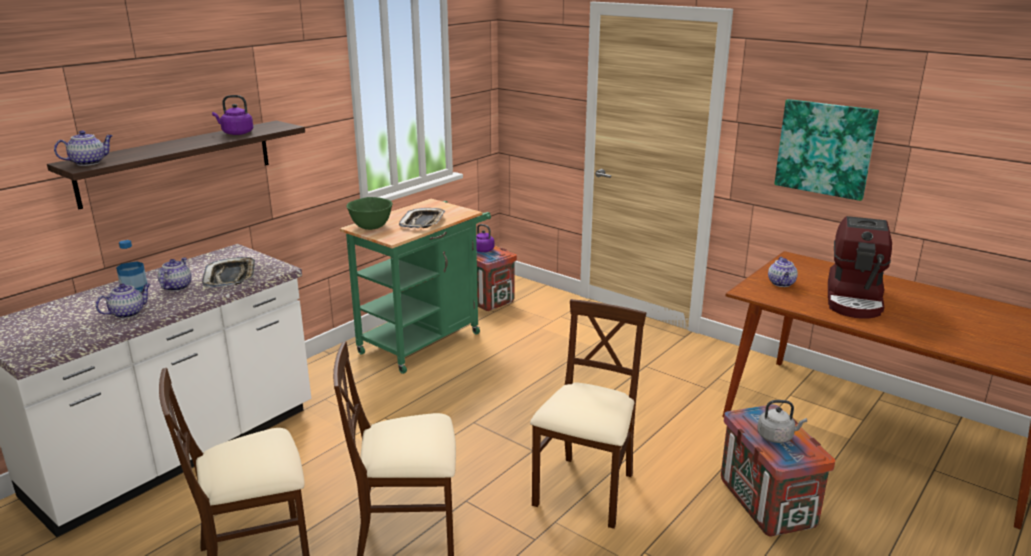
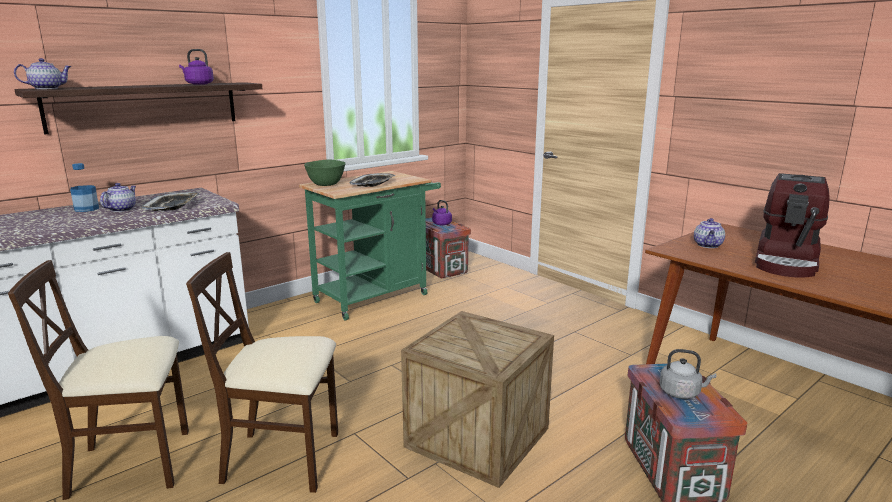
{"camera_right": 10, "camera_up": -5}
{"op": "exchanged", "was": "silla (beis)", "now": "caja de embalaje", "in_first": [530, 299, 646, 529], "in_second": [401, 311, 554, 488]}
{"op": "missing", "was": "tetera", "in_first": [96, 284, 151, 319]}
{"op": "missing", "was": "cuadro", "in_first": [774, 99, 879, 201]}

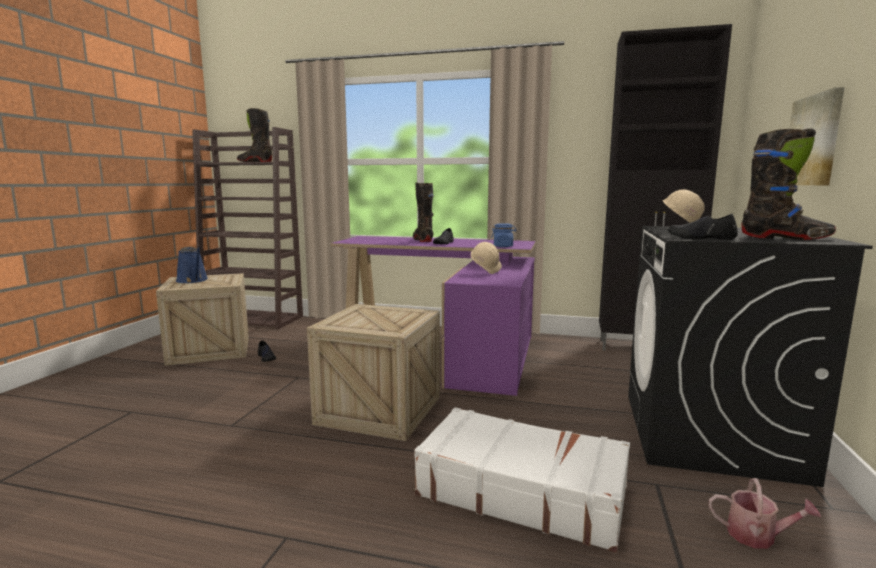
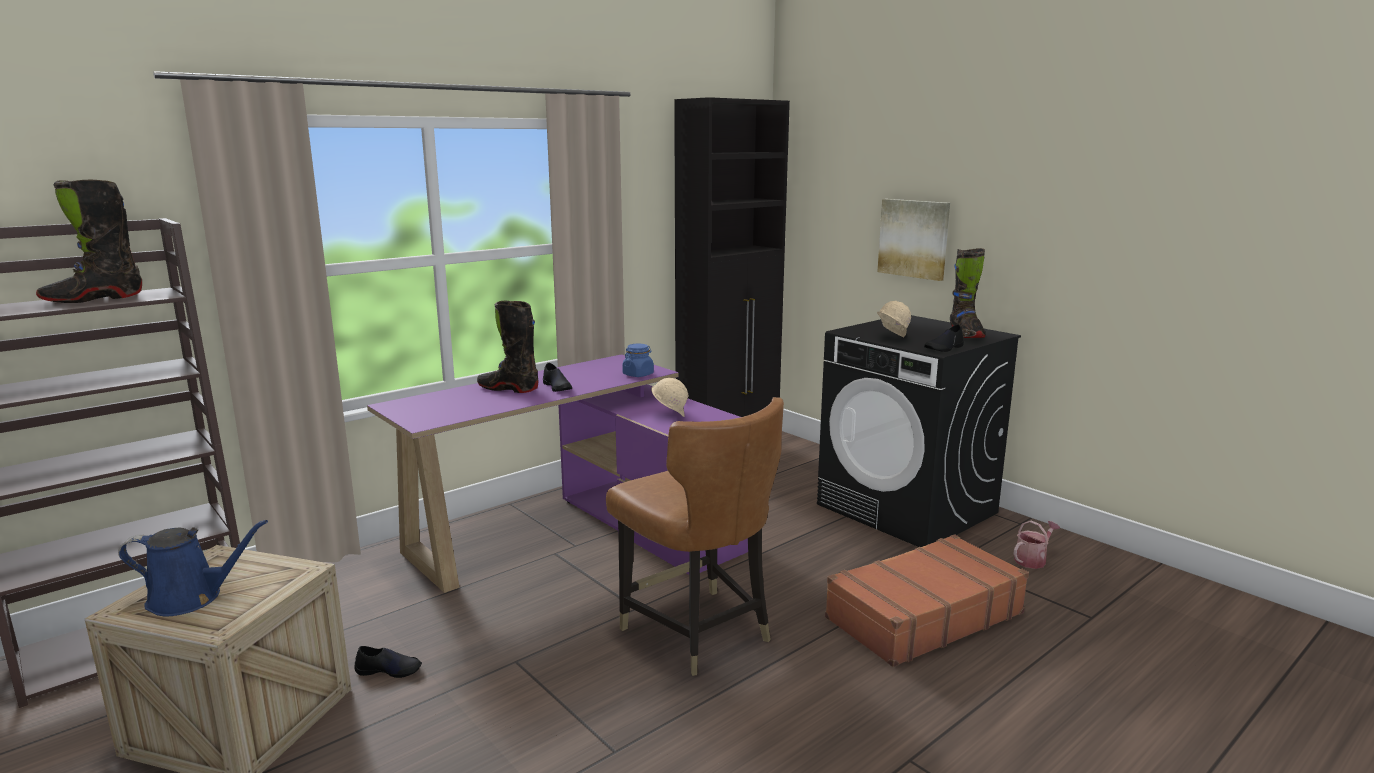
{"camera_right": -55, "camera_up": 5}
{"op": "exchanged", "was": "caja de embalaje", "now": "silla (marrón)", "in_first": [307, 304, 440, 441], "in_second": [606, 397, 784, 676]}
{"op": "colour", "was": "maleta (blanco)", "now": "maleta (marrón)", "in_first": [414, 407, 630, 553], "in_second": [825, 534, 1029, 667]}
{"op": "spun", "was": "bota (negro)", "in_first": [741, 128, 836, 240], "in_second": [950, 248, 985, 338], "clockwise": 120}

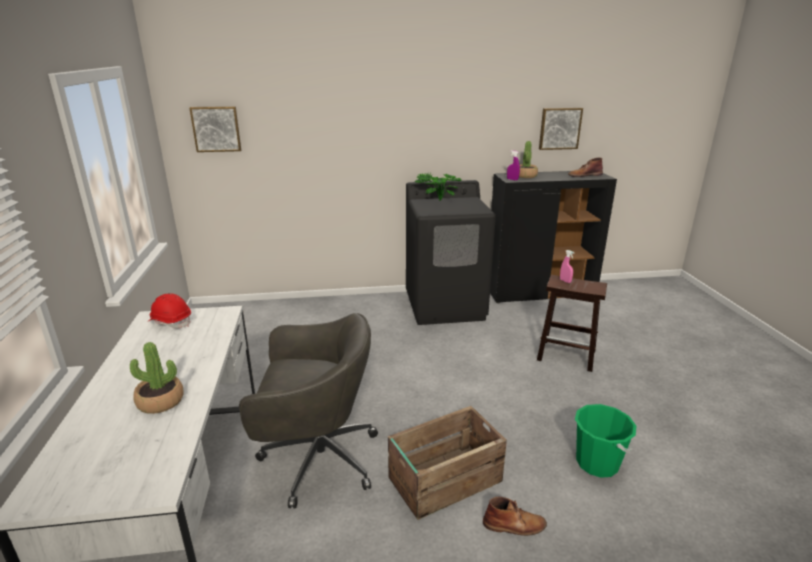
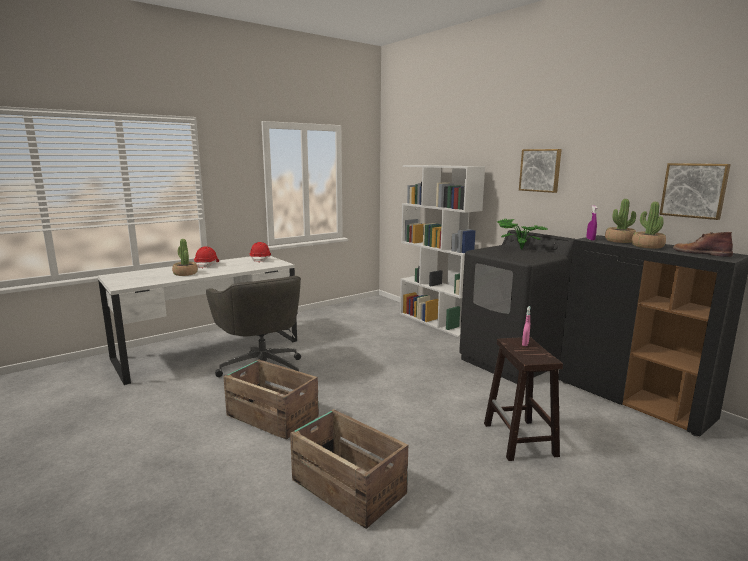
{"camera_right": 60, "camera_up": -10}
{"op": "appeared", "now": "casco (rojo)", "in_second": [194, 247, 219, 269]}
{"op": "exchanged", "was": "cubo (verde)", "now": "caja de embalaje", "in_first": [575, 404, 636, 478], "in_second": [290, 409, 408, 529]}
{"op": "appeared", "now": "estantería (blanco)", "in_second": [400, 165, 485, 337]}
{"op": "relocated", "was": "cuadro", "in_first": [190, 106, 241, 152], "in_second": [519, 149, 562, 193]}
{"op": "appeared", "now": "planta en maceta", "in_second": [632, 202, 666, 249]}
{"op": "missing", "was": "bota (marrón)", "in_first": [483, 497, 547, 536]}

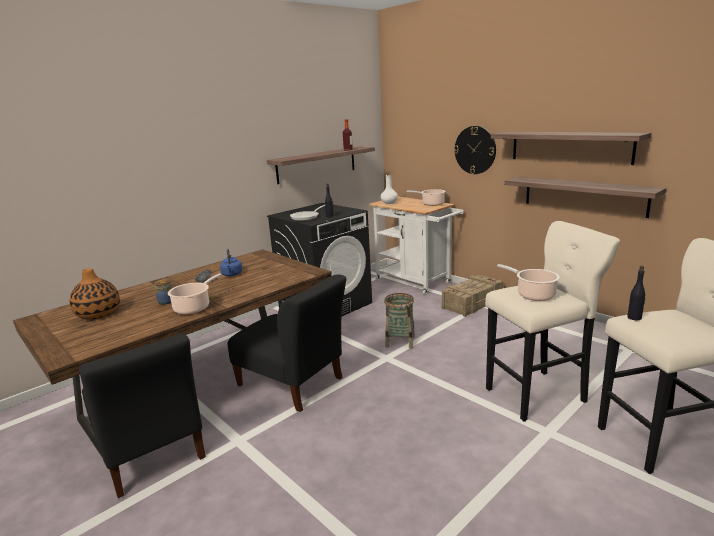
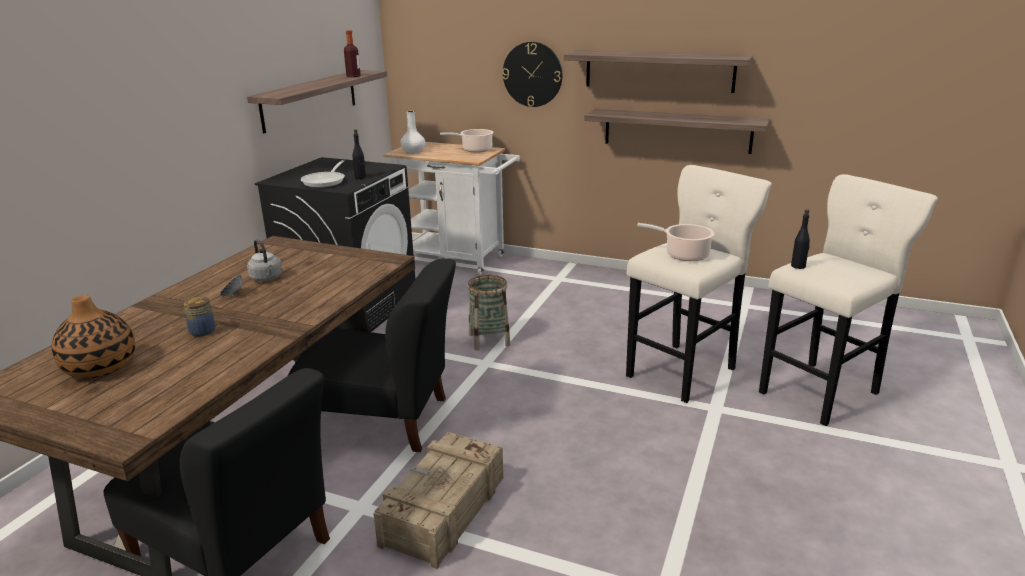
{"camera_right": -25, "camera_up": 5}
{"op": "colour", "was": "hervidor (azul)", "now": "hervidor (gris)", "in_first": [220, 249, 243, 276], "in_second": [247, 239, 282, 281]}
{"op": "relocated", "was": "caja de embalaje", "in_first": [442, 275, 504, 317], "in_second": [373, 432, 503, 569]}
{"op": "missing", "was": "olla", "in_first": [168, 273, 222, 314]}

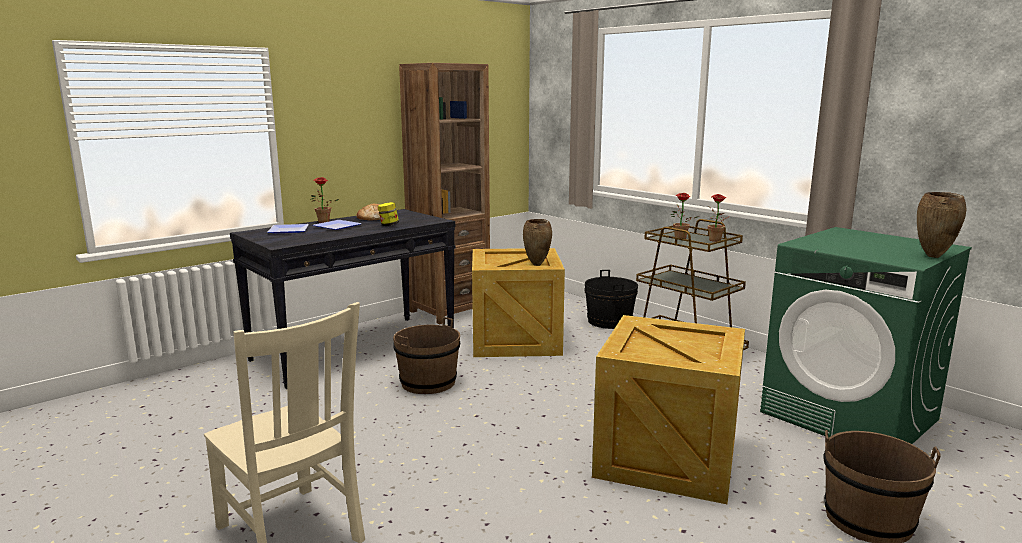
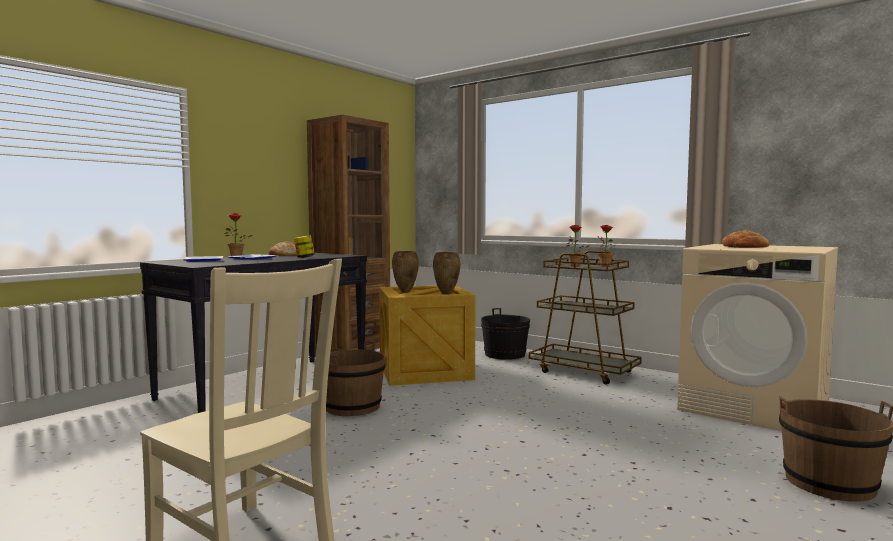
{"camera_right": -10, "camera_up": -10}
{"op": "relocated", "was": "florero (marrón)", "in_first": [917, 192, 966, 258], "in_second": [392, 251, 419, 293]}
{"op": "colour", "was": "lavadora (verde)", "now": "lavadora (beis)", "in_first": [760, 227, 972, 444], "in_second": [677, 244, 838, 431]}
{"op": "appeared", "now": "pan", "in_second": [722, 230, 770, 248]}
{"op": "missing", "was": "caja de embalaje", "in_first": [592, 315, 745, 504]}

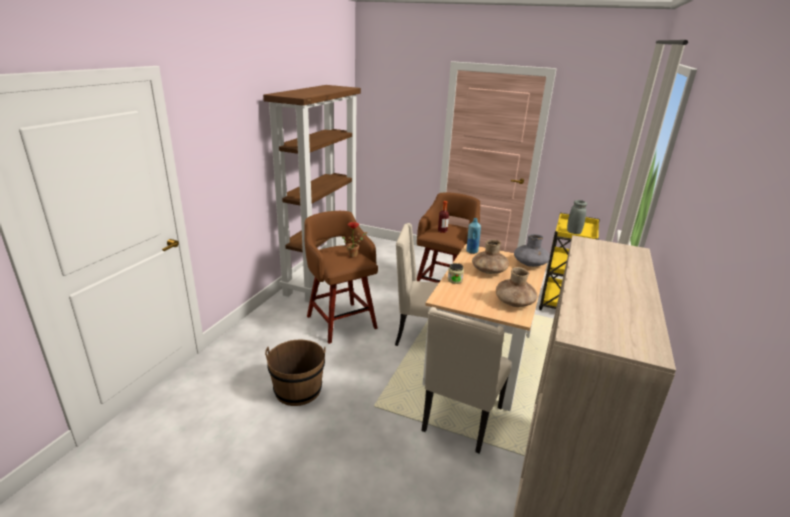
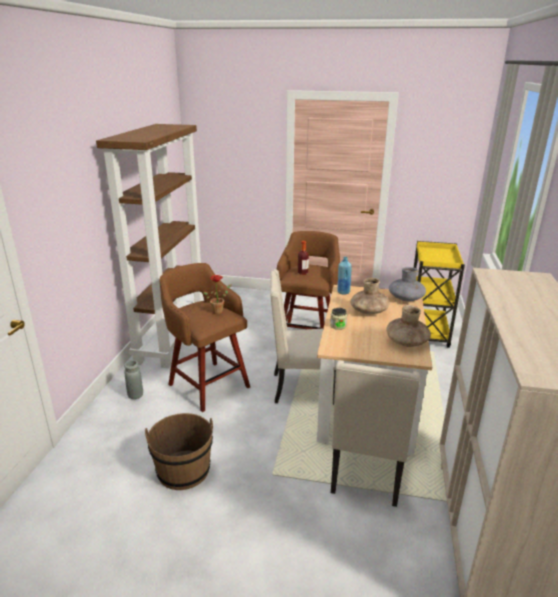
{"camera_right": -10, "camera_up": 0}
{"op": "relocated", "was": "florero (gris)", "in_first": [567, 200, 587, 234], "in_second": [124, 360, 143, 399]}

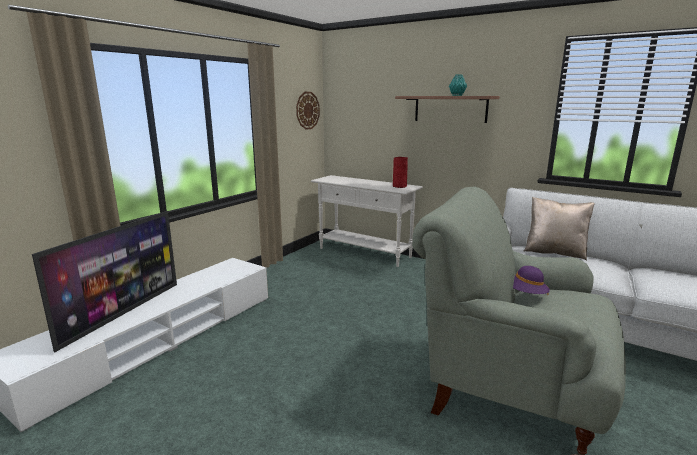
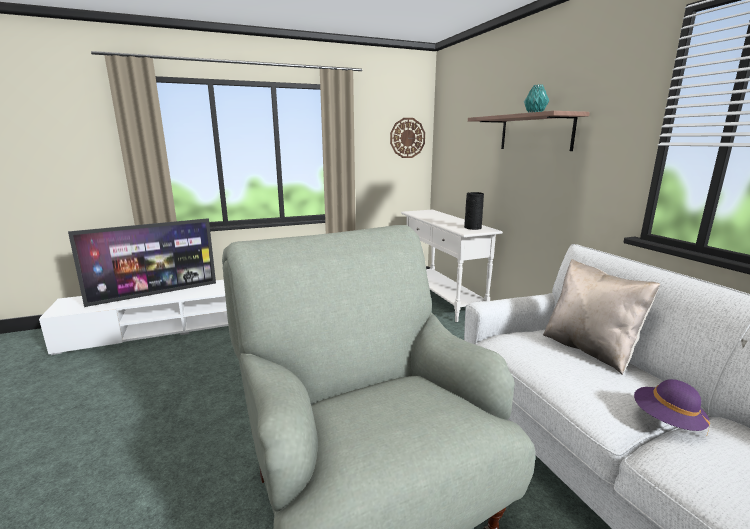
{"camera_right": 35, "camera_up": 0}
{"op": "colour", "was": "florero (rojo)", "now": "florero (negro)", "in_first": [393, 157, 408, 188], "in_second": [464, 192, 484, 230]}
{"op": "relocated", "was": "sombrero (morado)", "in_first": [513, 266, 550, 296], "in_second": [634, 379, 710, 435]}

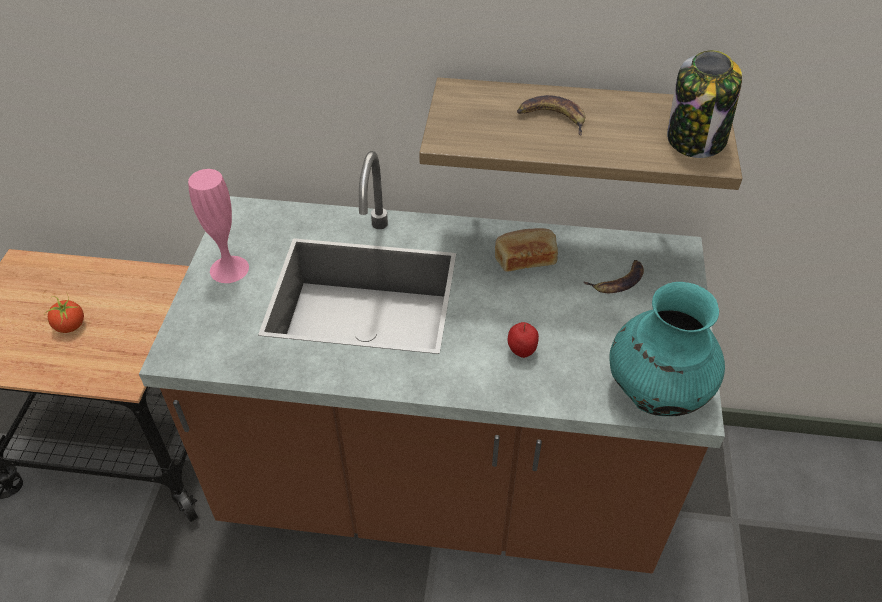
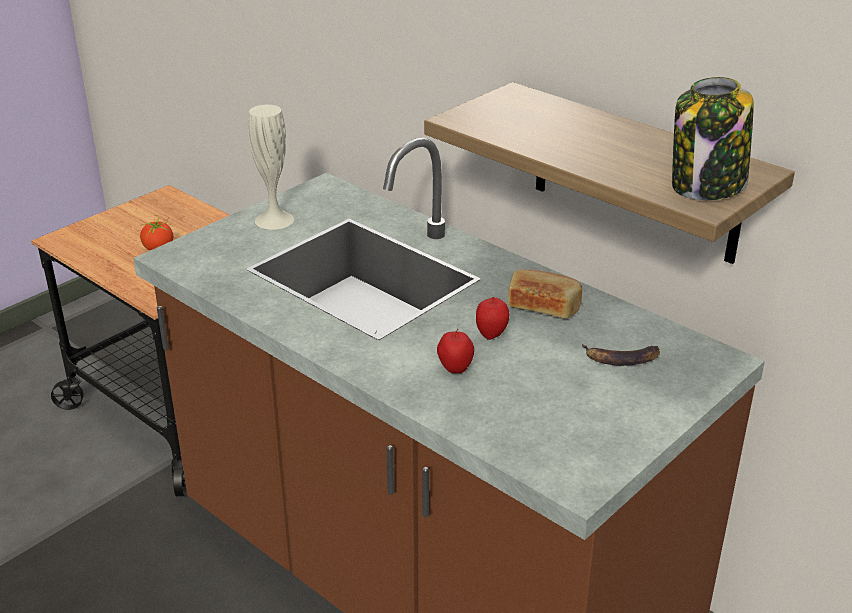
{"camera_right": 35, "camera_up": -15}
{"op": "colour", "was": "florero (rosa)", "now": "florero (blanco)", "in_first": [188, 169, 249, 283], "in_second": [248, 105, 294, 230]}
{"op": "appeared", "now": "manzana", "in_second": [476, 297, 509, 340]}
{"op": "missing", "was": "plátano", "in_first": [517, 95, 585, 135]}
{"op": "missing", "was": "florero (turquesa)", "in_first": [609, 282, 725, 416]}

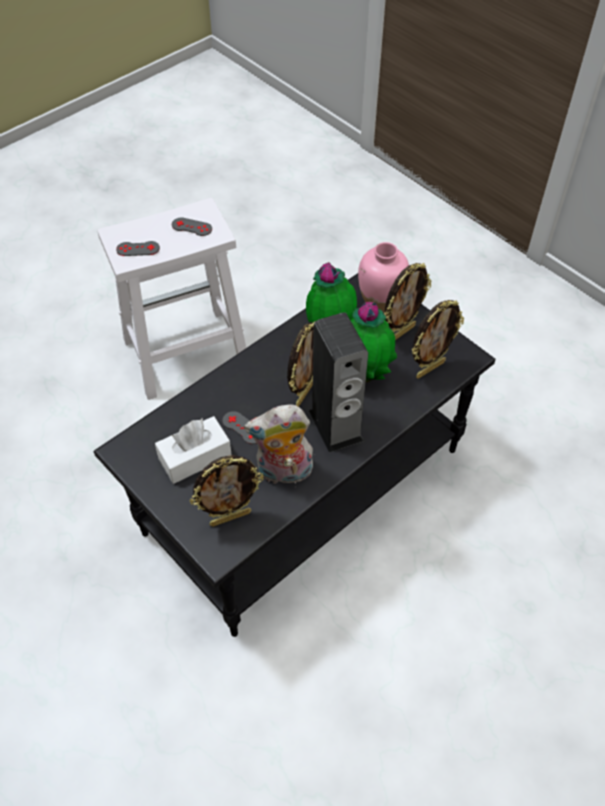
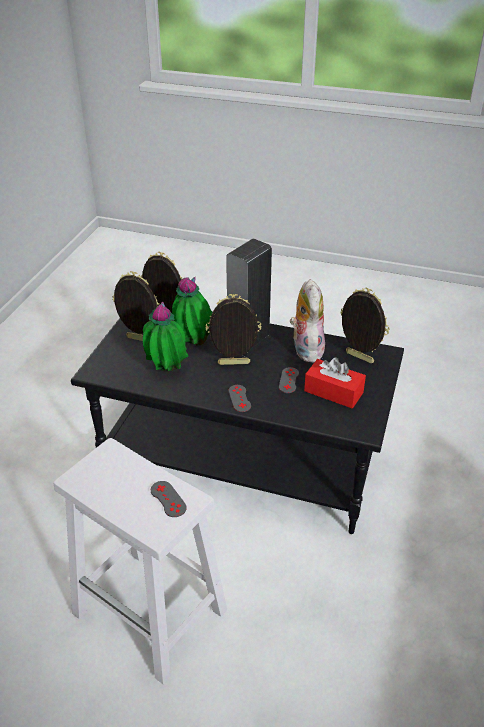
{"camera_right": -120, "camera_up": -15}
{"op": "relocated", "was": "mando de consola (gris)", "in_first": [172, 217, 212, 236], "in_second": [229, 385, 251, 412]}
{"op": "spun", "was": "peluche", "in_first": [244, 404, 314, 484], "in_second": [290, 279, 325, 362], "clockwise": -150}
{"op": "colour", "was": "caja de pañuelos (blanco)", "now": "caja de pañuelos (rojo)", "in_first": [155, 416, 232, 484], "in_second": [304, 357, 366, 408]}
{"op": "missing", "was": "florero (rosa)", "in_first": [358, 242, 409, 313]}

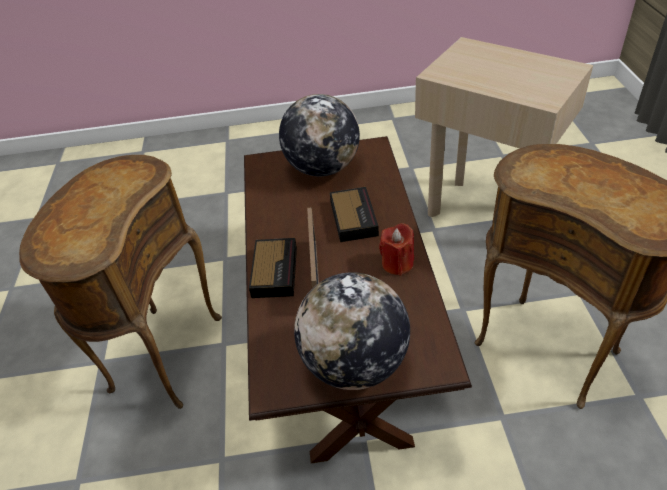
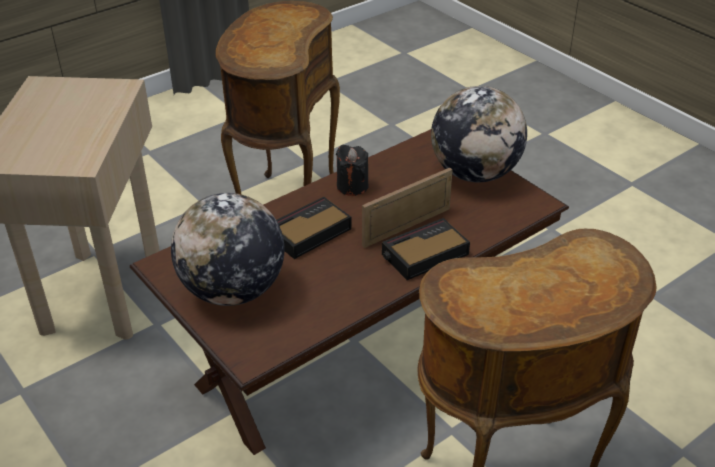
{"camera_right": -125, "camera_up": -5}
{"op": "colour", "was": "vela (rojo)", "now": "vela (negro)", "in_first": [379, 223, 414, 276], "in_second": [336, 145, 368, 196]}

